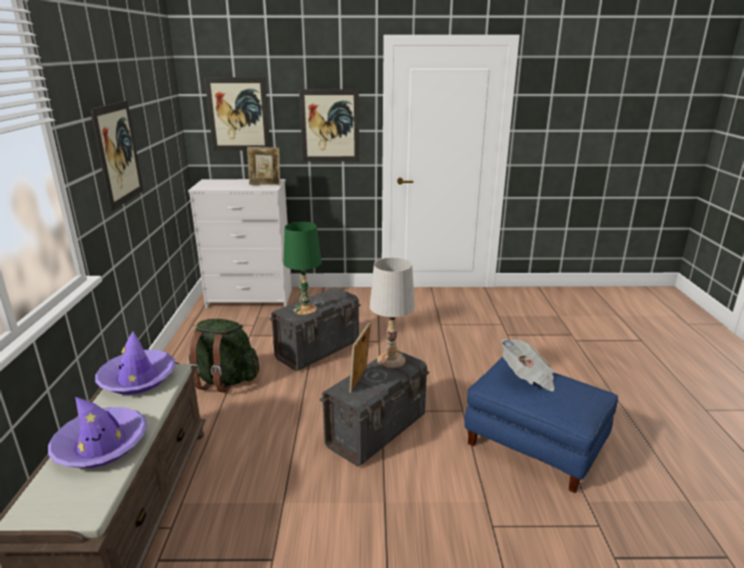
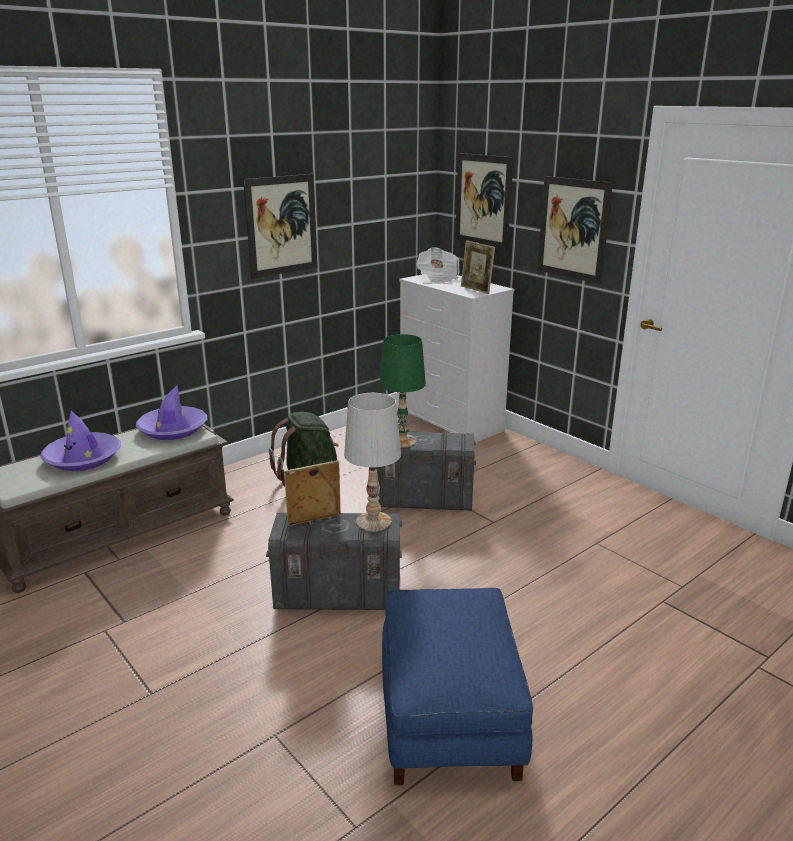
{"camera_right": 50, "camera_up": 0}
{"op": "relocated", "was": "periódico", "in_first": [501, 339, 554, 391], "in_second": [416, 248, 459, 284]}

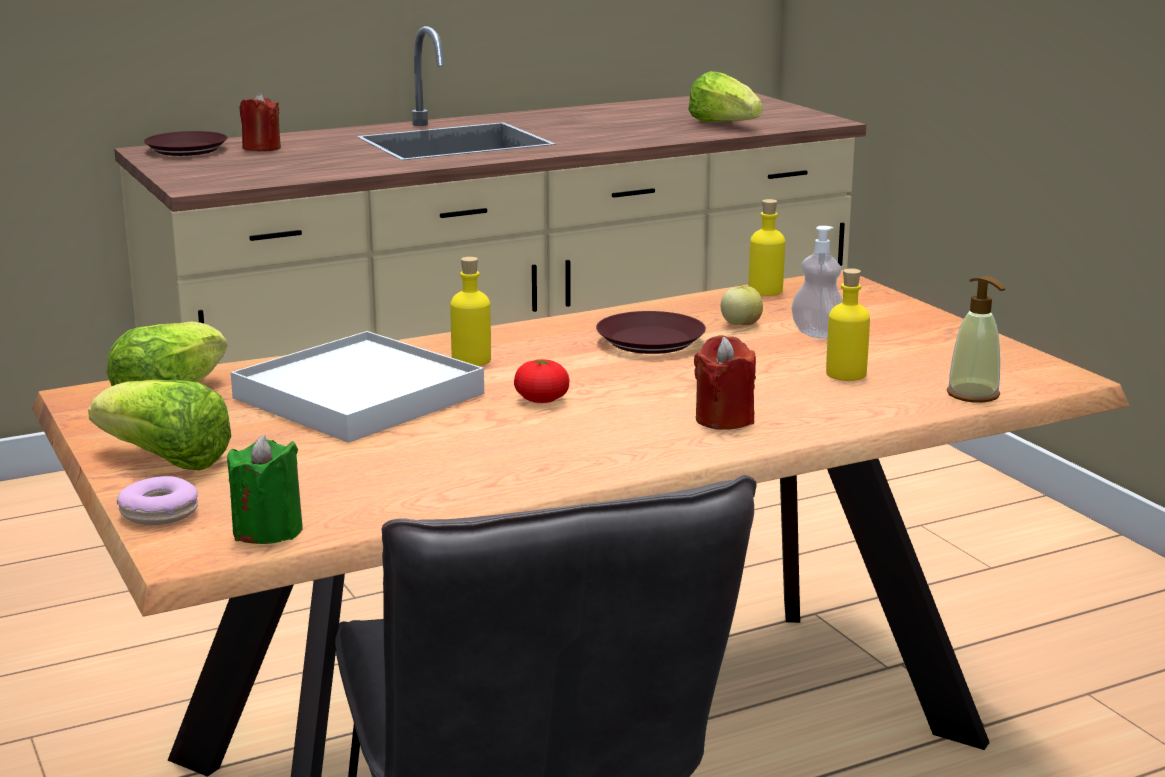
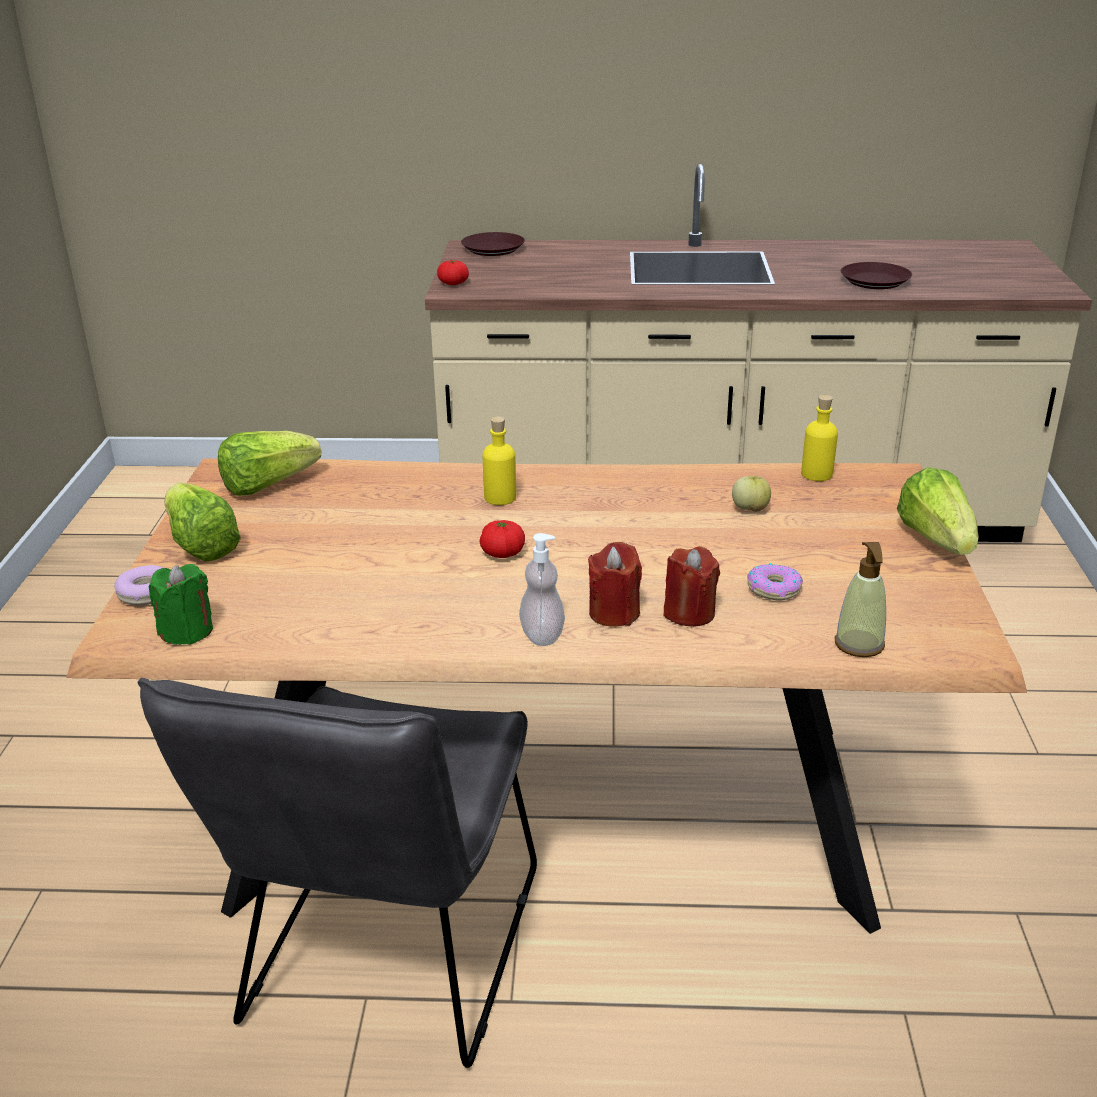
{"camera_right": 30, "camera_up": 10}
{"op": "appeared", "now": "tomate", "in_second": [437, 260, 469, 285]}
{"op": "relocated", "was": "dispensador de jabón", "in_first": [791, 226, 843, 339], "in_second": [519, 533, 565, 646]}
{"op": "relocated", "was": "vela (rojo)", "in_first": [239, 92, 281, 151], "in_second": [664, 546, 720, 627]}
{"op": "exchanged", "was": "botella (amarillo)", "now": "rosquilla", "in_first": [826, 268, 870, 381], "in_second": [747, 563, 803, 601]}
{"op": "relocated", "was": "plato (marrón)", "in_first": [596, 311, 706, 354], "in_second": [841, 262, 912, 289]}
{"op": "relocated", "was": "lechuga", "in_first": [688, 71, 763, 122], "in_second": [897, 467, 979, 555]}
{"op": "missing", "was": "bandeja (blanco)", "in_first": [231, 331, 484, 443]}

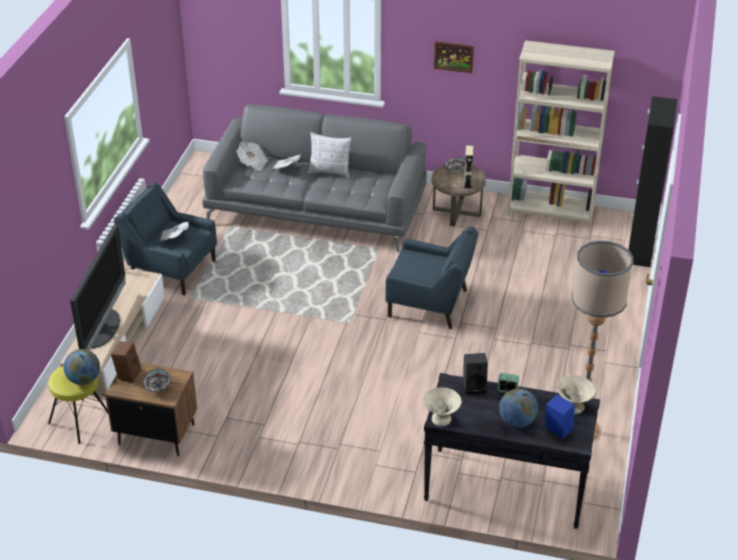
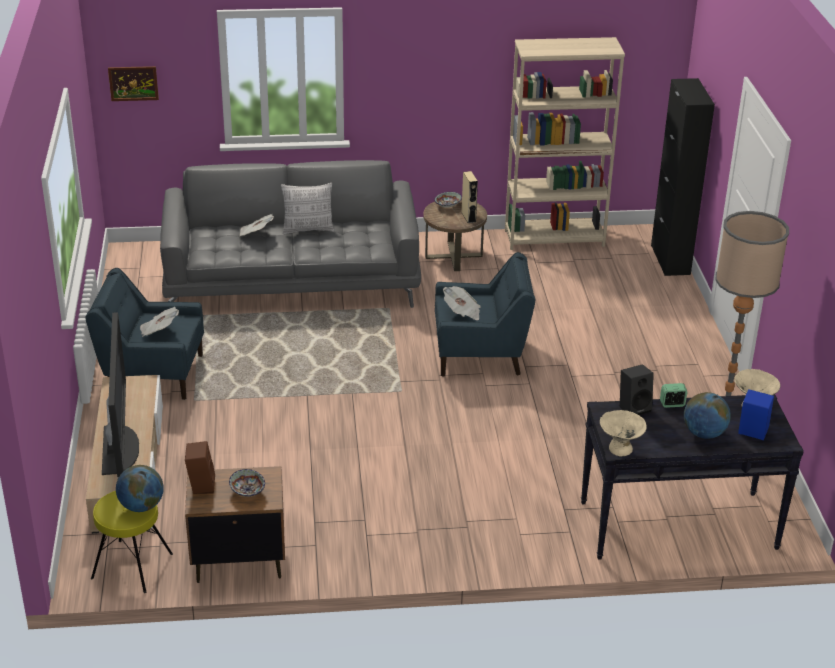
{"camera_right": -20, "camera_up": -5}
{"op": "relocated", "was": "cuadro", "in_first": [434, 41, 474, 73], "in_second": [108, 66, 159, 101]}
{"op": "relocated", "was": "periódico", "in_first": [236, 142, 268, 171], "in_second": [443, 286, 480, 320]}

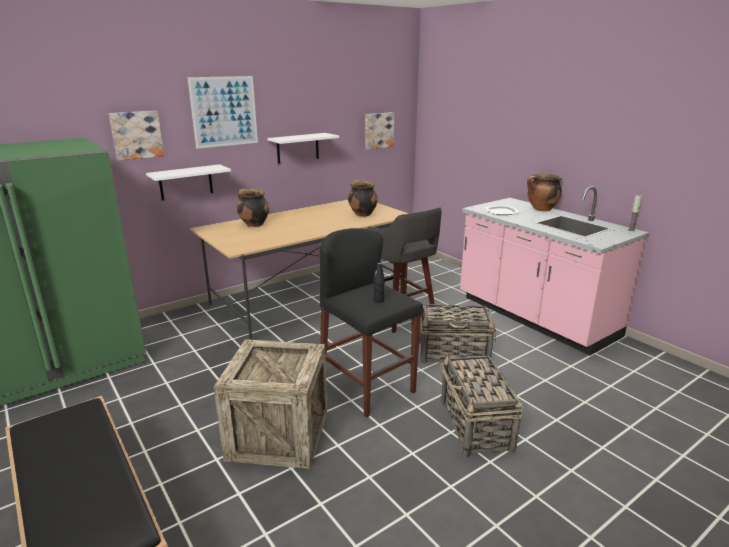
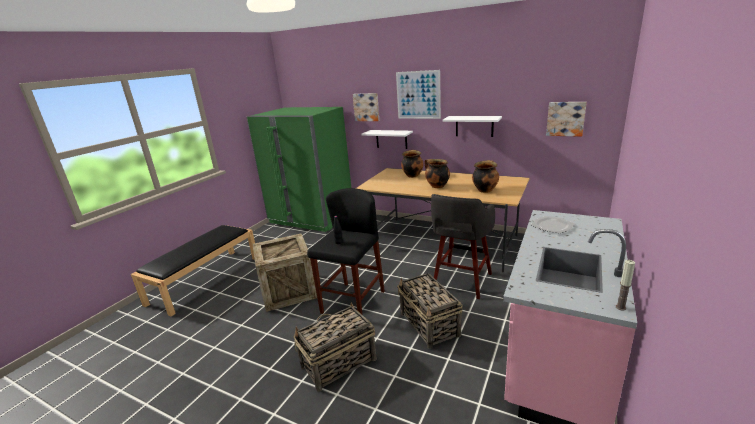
{"camera_right": 65, "camera_up": 0}
{"op": "relocated", "was": "olla", "in_first": [527, 174, 562, 211], "in_second": [424, 159, 450, 188]}

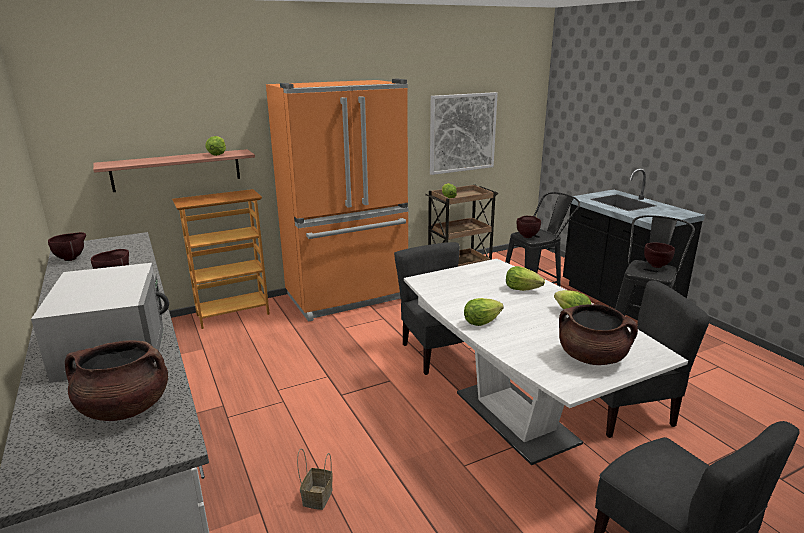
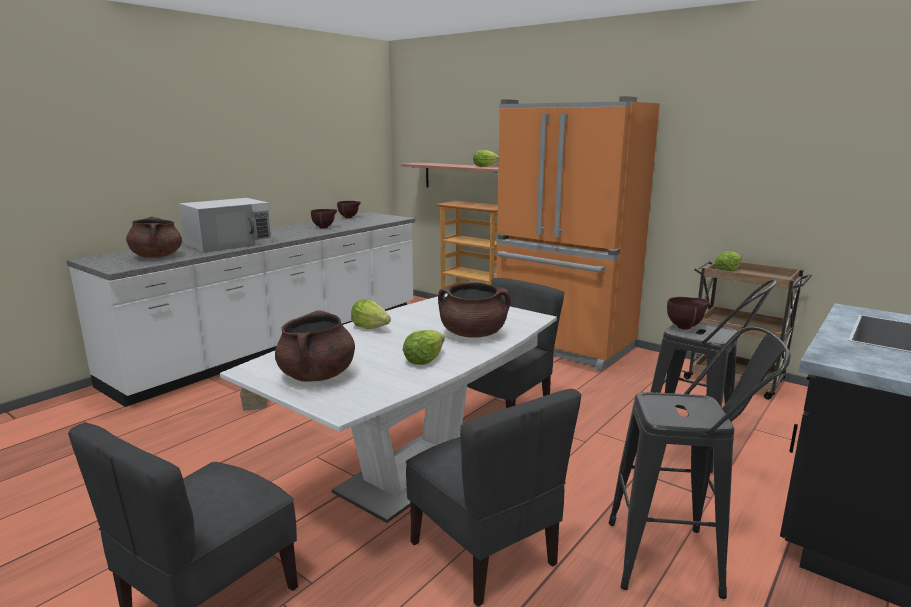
{"camera_right": 65, "camera_up": -5}
{"op": "exchanged", "was": "lechuga", "now": "olla (marrón)", "in_first": [506, 266, 545, 291], "in_second": [438, 282, 511, 338]}
{"op": "missing", "was": "cuadro", "in_first": [430, 92, 498, 175]}
{"op": "missing", "was": "cuenco (marrón)", "in_first": [644, 243, 675, 268]}

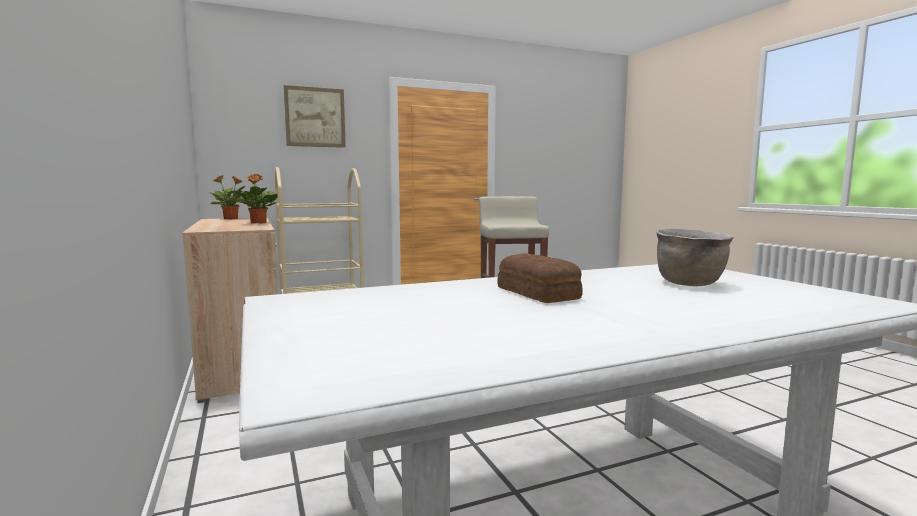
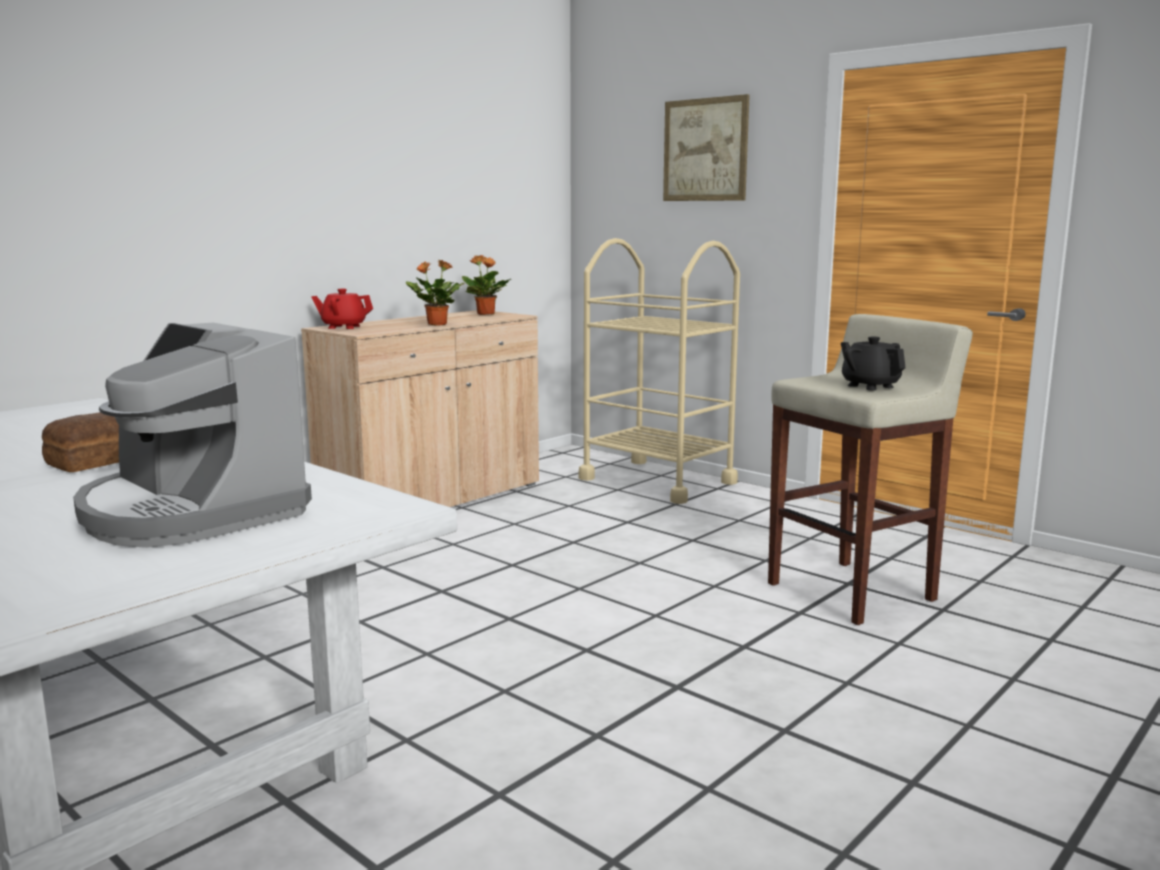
{"camera_right": 65, "camera_up": 5}
{"op": "exchanged", "was": "olla (marrón)", "now": "cafetera", "in_first": [656, 229, 734, 286], "in_second": [73, 323, 312, 548]}
{"op": "appeared", "now": "tetera (rojo)", "in_second": [311, 289, 373, 329]}
{"op": "appeared", "now": "tetera (negro)", "in_second": [841, 337, 906, 391]}

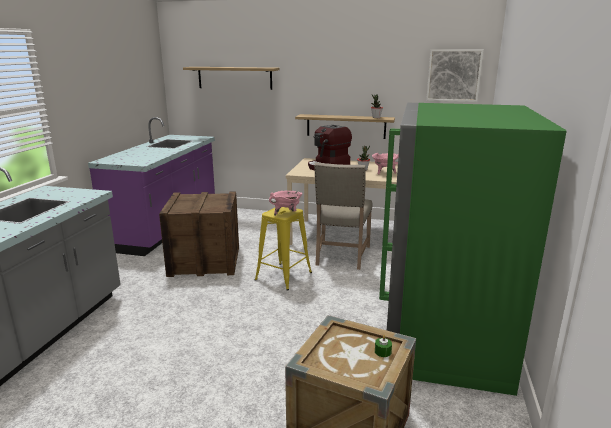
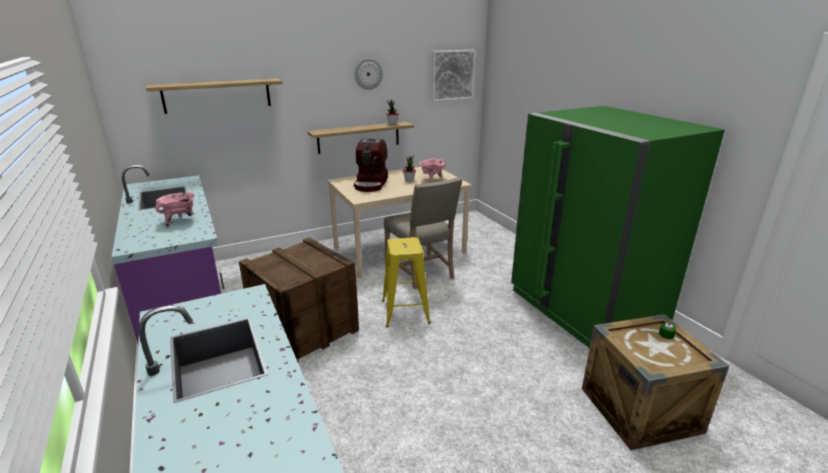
{"camera_right": -40, "camera_up": 5}
{"op": "relocated", "was": "olla (rosa)", "in_first": [269, 190, 302, 216], "in_second": [155, 192, 195, 226]}
{"op": "appeared", "now": "reloj de pared", "in_second": [355, 58, 383, 90]}

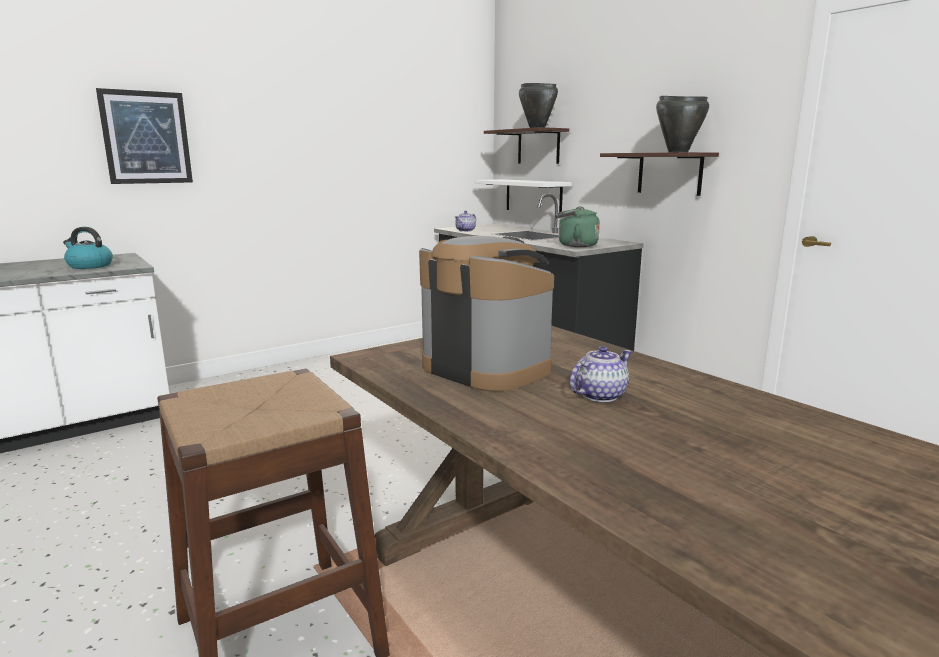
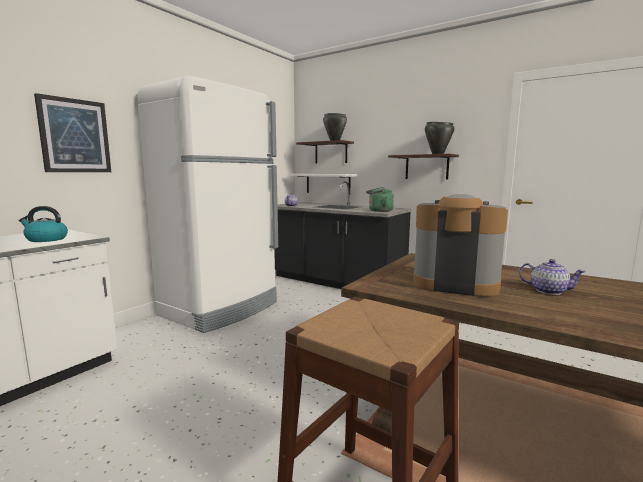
{"camera_right": -20, "camera_up": -5}
{"op": "appeared", "now": "nevera (blanco)", "in_second": [138, 76, 278, 333]}
{"op": "spun", "was": "tetera", "in_first": [569, 346, 632, 402], "in_second": [519, 259, 586, 295], "clockwise": 90}

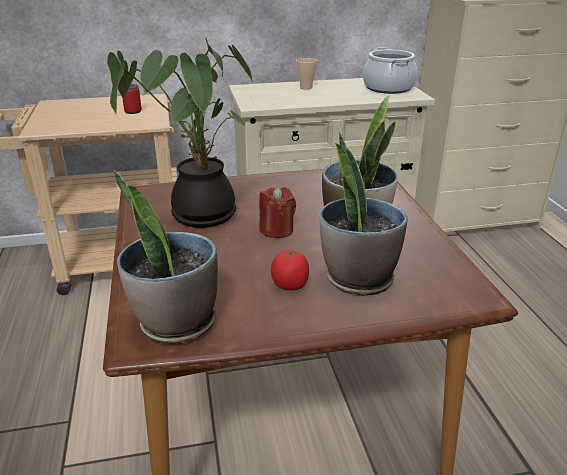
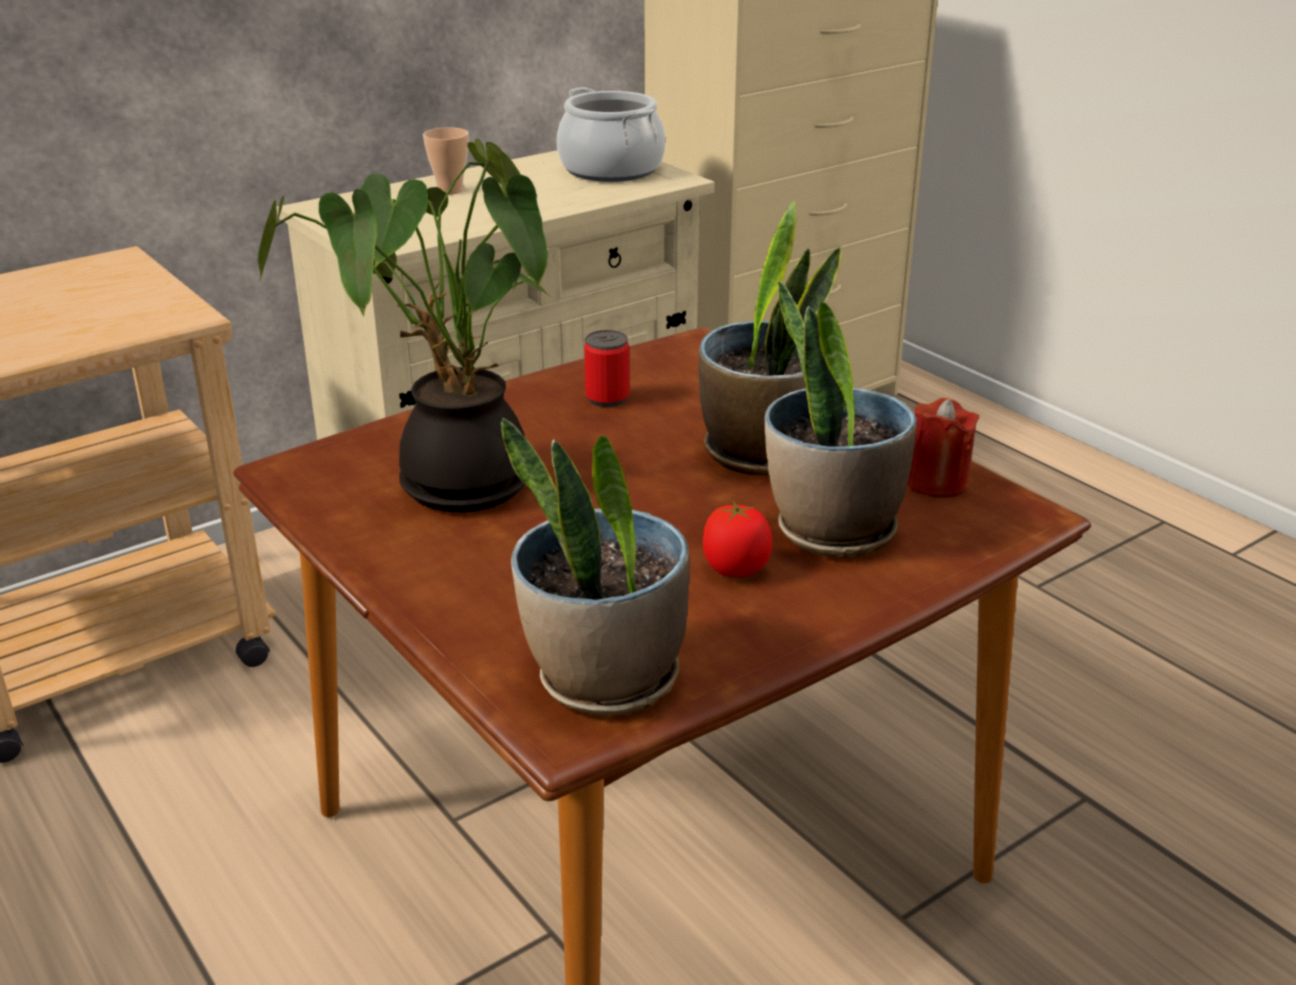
{"camera_right": -25, "camera_up": 0}
{"op": "relocated", "was": "lata", "in_first": [122, 84, 142, 114], "in_second": [584, 330, 629, 407]}
{"op": "relocated", "was": "vela (rojo)", "in_first": [259, 187, 296, 238], "in_second": [907, 398, 979, 498]}

